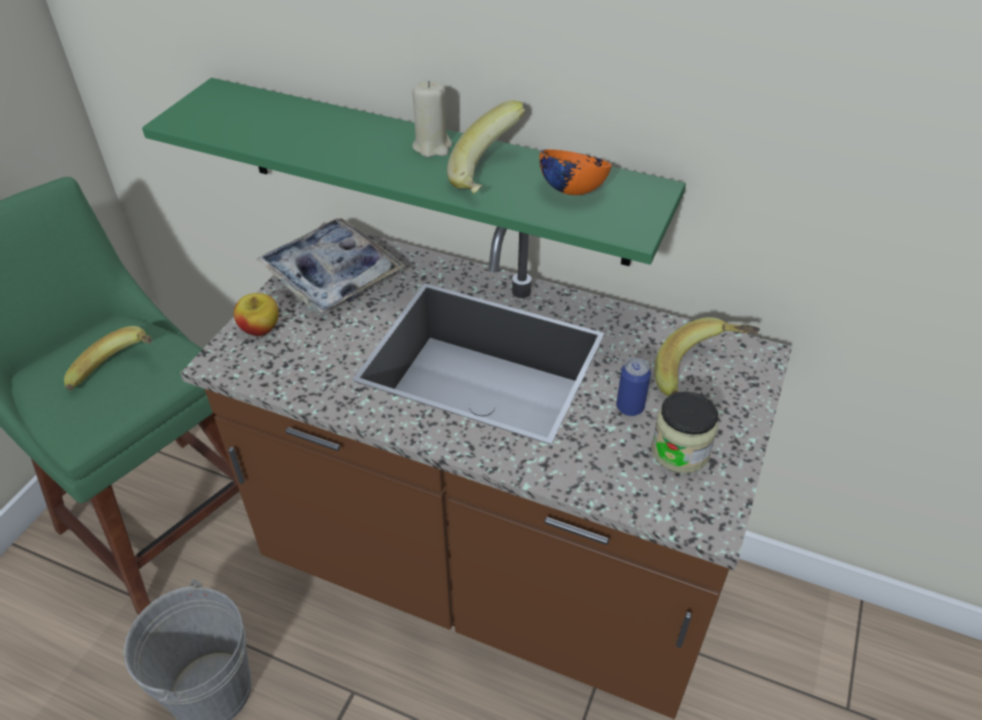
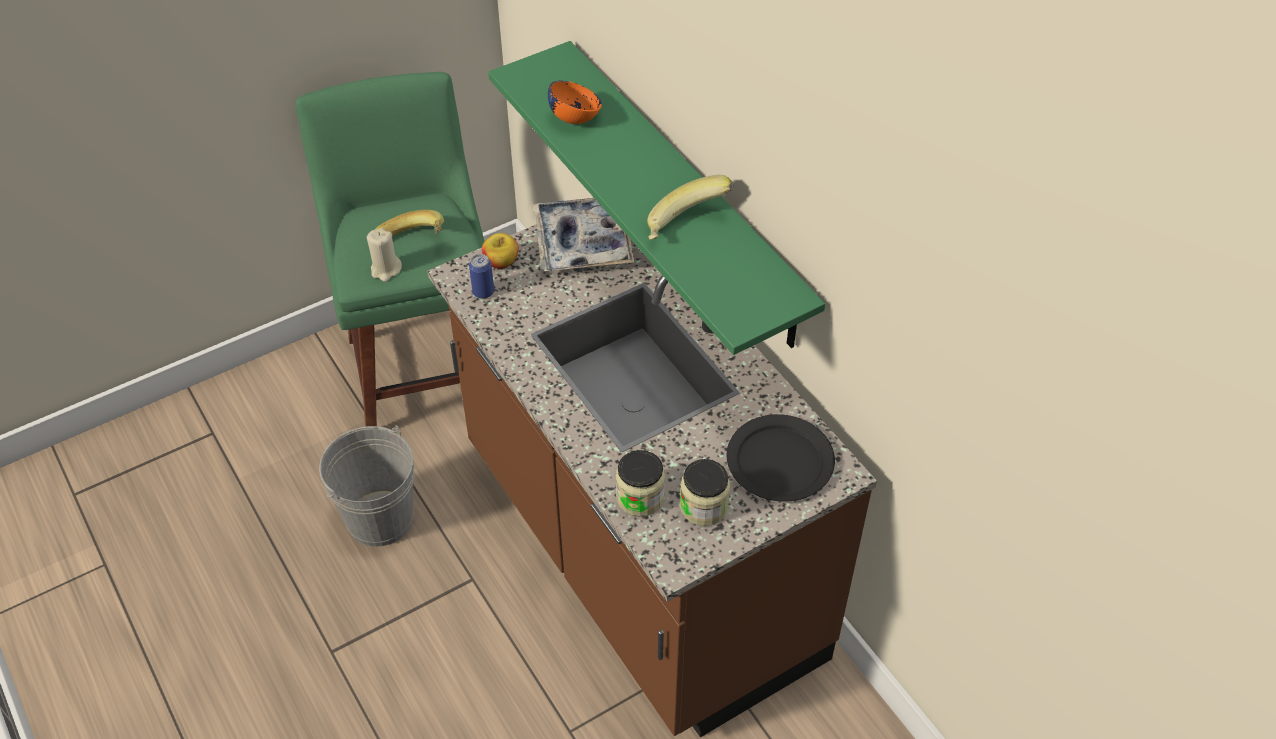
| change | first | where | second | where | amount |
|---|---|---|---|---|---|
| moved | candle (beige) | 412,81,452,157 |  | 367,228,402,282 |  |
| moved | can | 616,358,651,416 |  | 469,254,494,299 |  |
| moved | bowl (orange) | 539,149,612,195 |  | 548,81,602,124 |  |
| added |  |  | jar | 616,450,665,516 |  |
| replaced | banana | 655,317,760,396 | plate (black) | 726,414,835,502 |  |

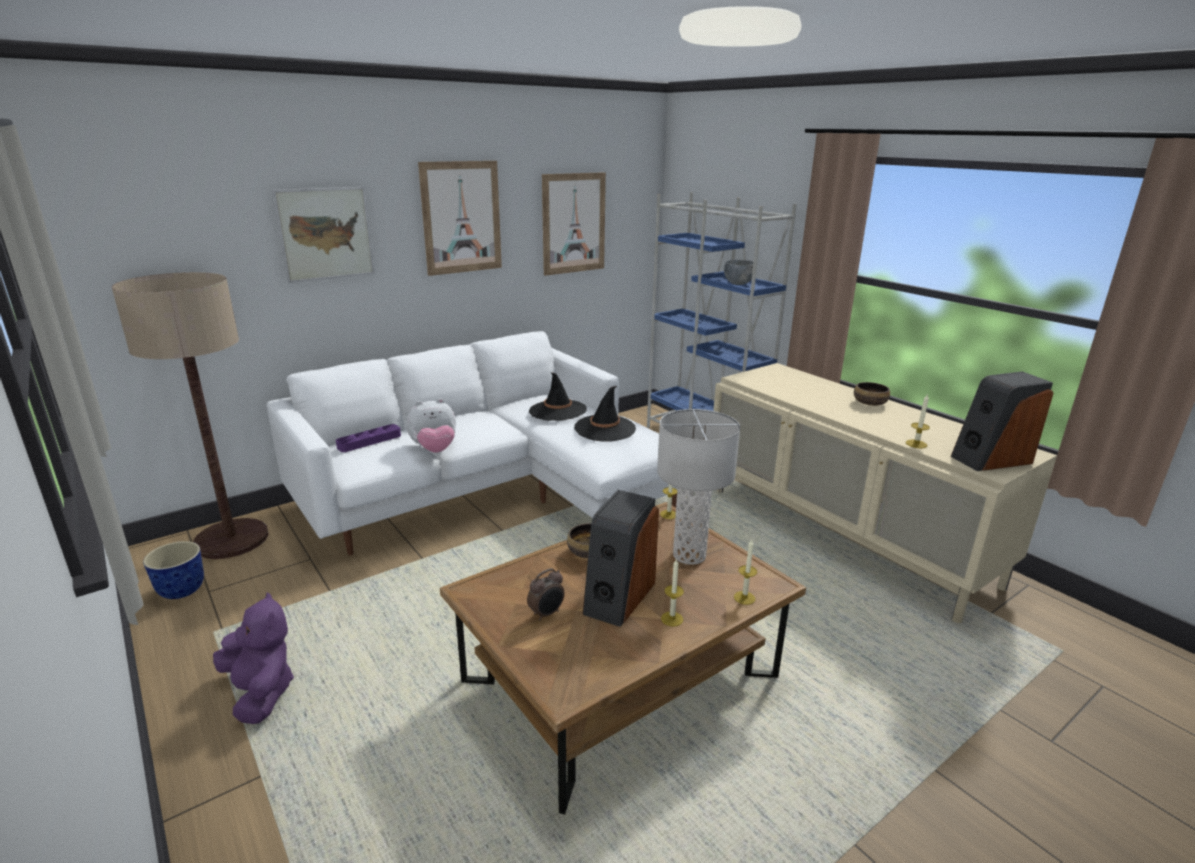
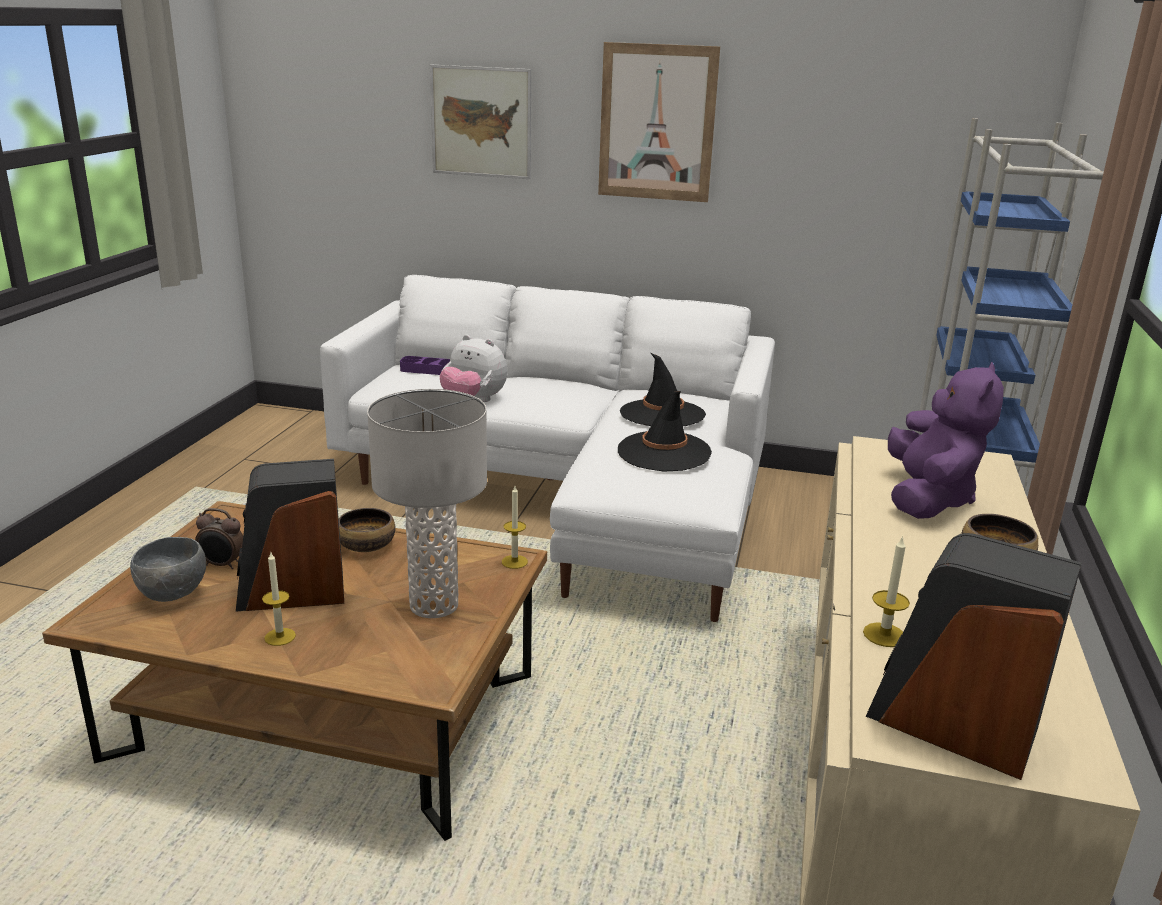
| change | first | where | second | where | amount |
|---|---|---|---|---|---|
| moved | bowl (grey) | 724,260,753,285 |  | 130,537,206,602 |  |
| moved | plush toy (purple) | 213,592,294,724 |  | 888,362,1004,519 |  |
| removed | floor lamp | 112,272,268,559 |  |  |  |
| removed | planter | 143,541,204,599 |  |  |  |
| removed | picture | 542,172,606,276 |  |  |  |
| removed | candle | 734,540,757,605 |  |  |  |

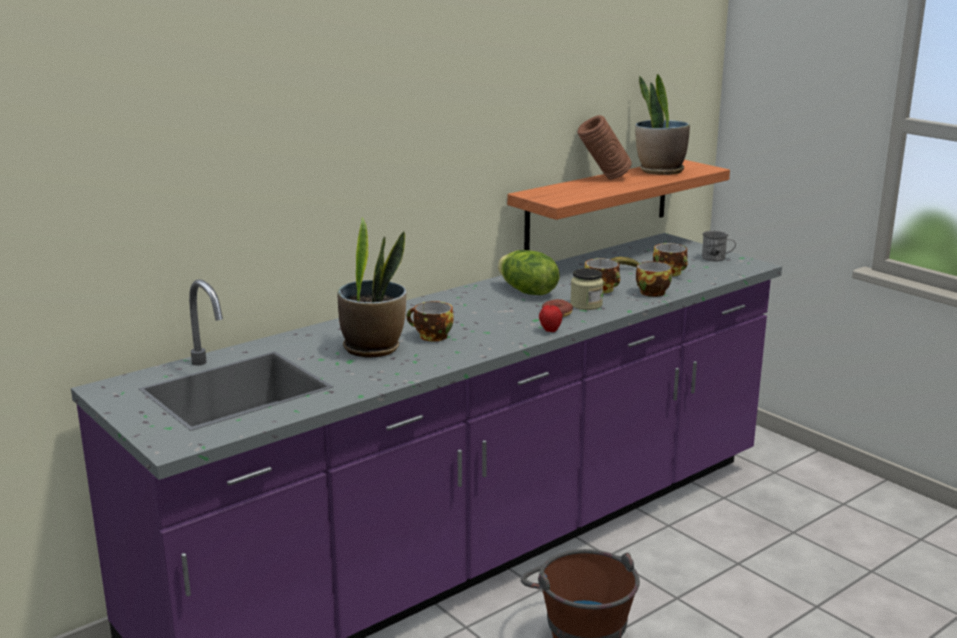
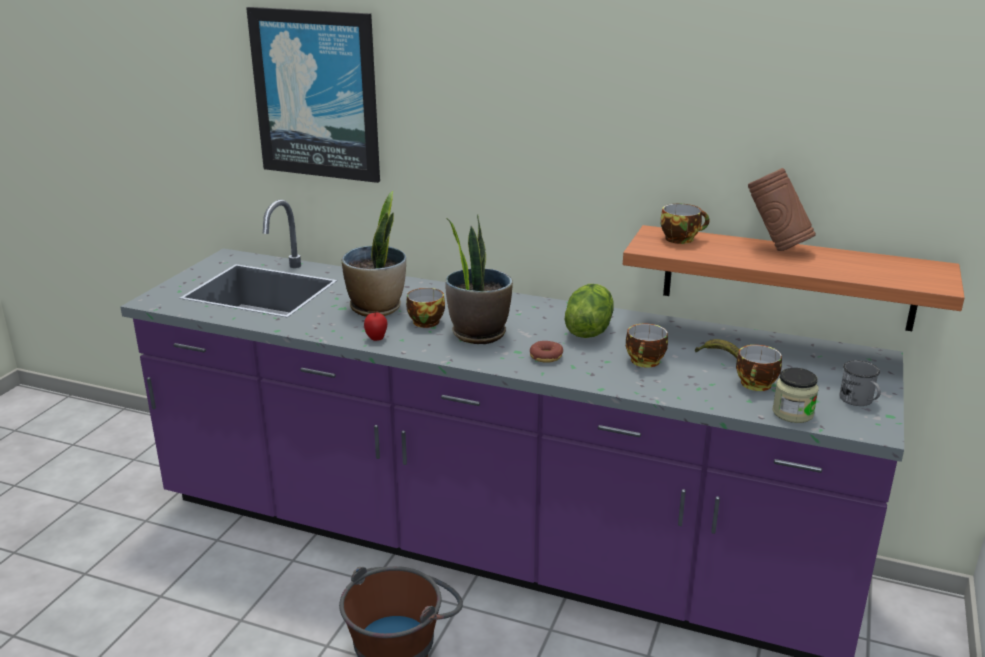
| change | first | where | second | where | amount |
|---|---|---|---|---|---|
| added |  |  | picture | 246,7,380,183 |  |
| moved | apple | 539,303,562,332 |  | 364,311,387,341 |  |
| moved | potted plant | 635,74,690,175 |  | 445,214,513,344 |  |
| moved | cup | 636,261,672,297 |  | 661,204,710,244 |  |
| moved | jar | 570,268,604,310 |  | 773,368,818,423 |  |

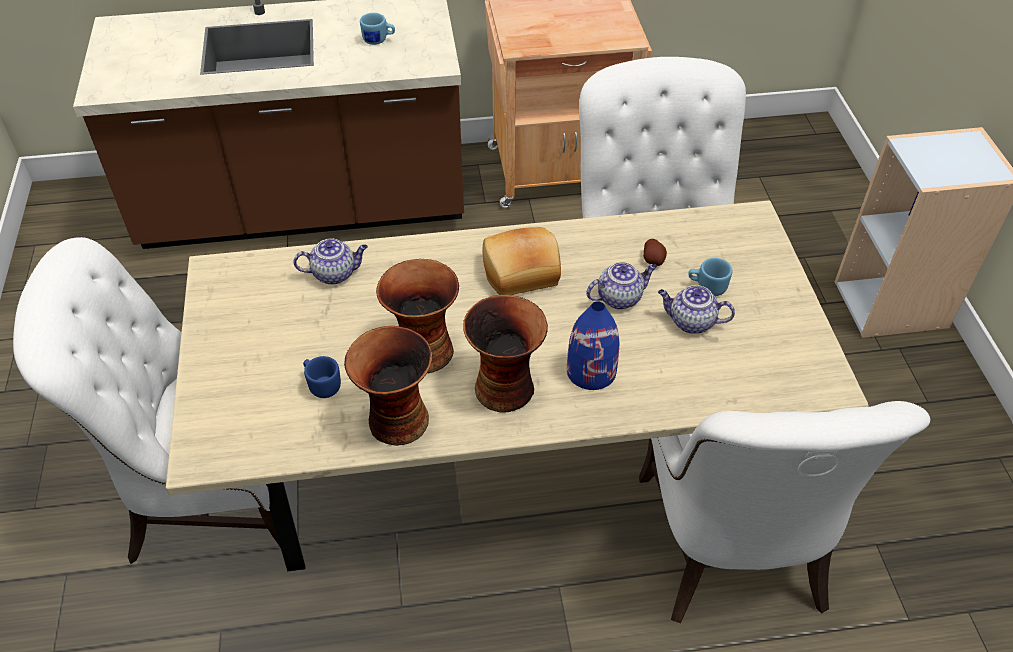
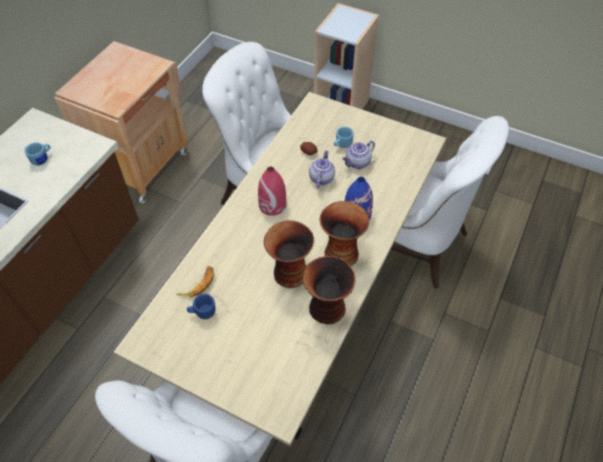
| change | first | where | second | where | amount |
|---|---|---|---|---|---|
| replaced | teapot | 293,238,368,285 | banana | 177,266,214,297 |  |
| moved | mug (blue) | 303,356,341,398 |  | 187,294,216,319 |  |
| replaced | bread | 483,227,561,295 | vase (red) | 258,167,286,216 |  |

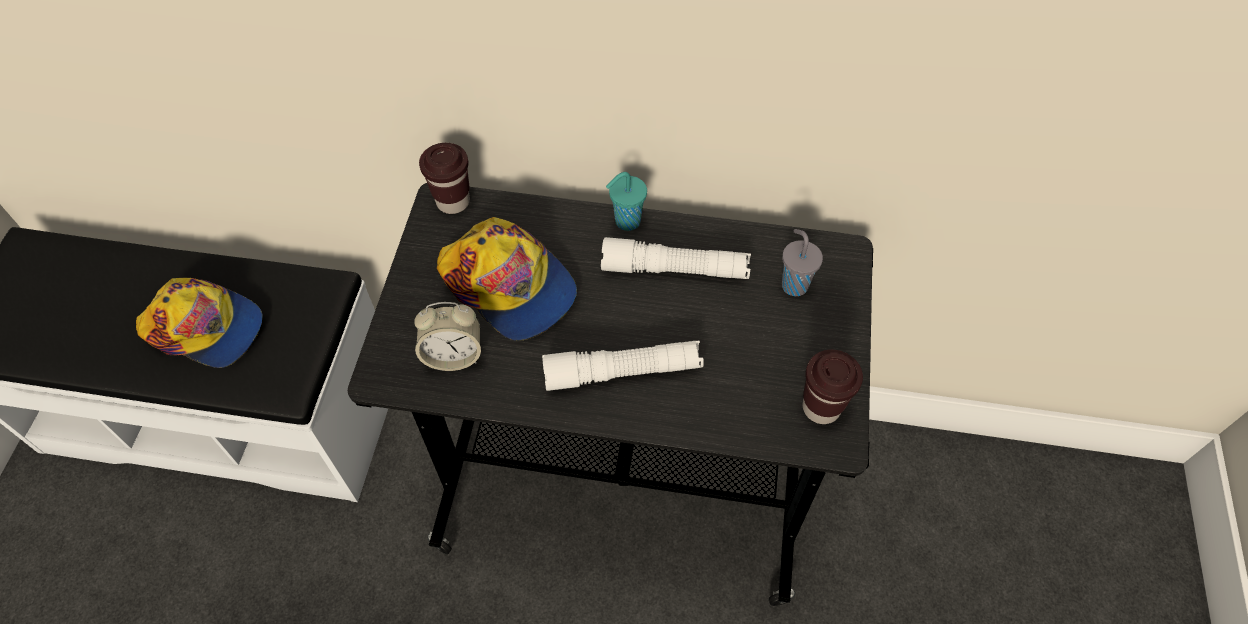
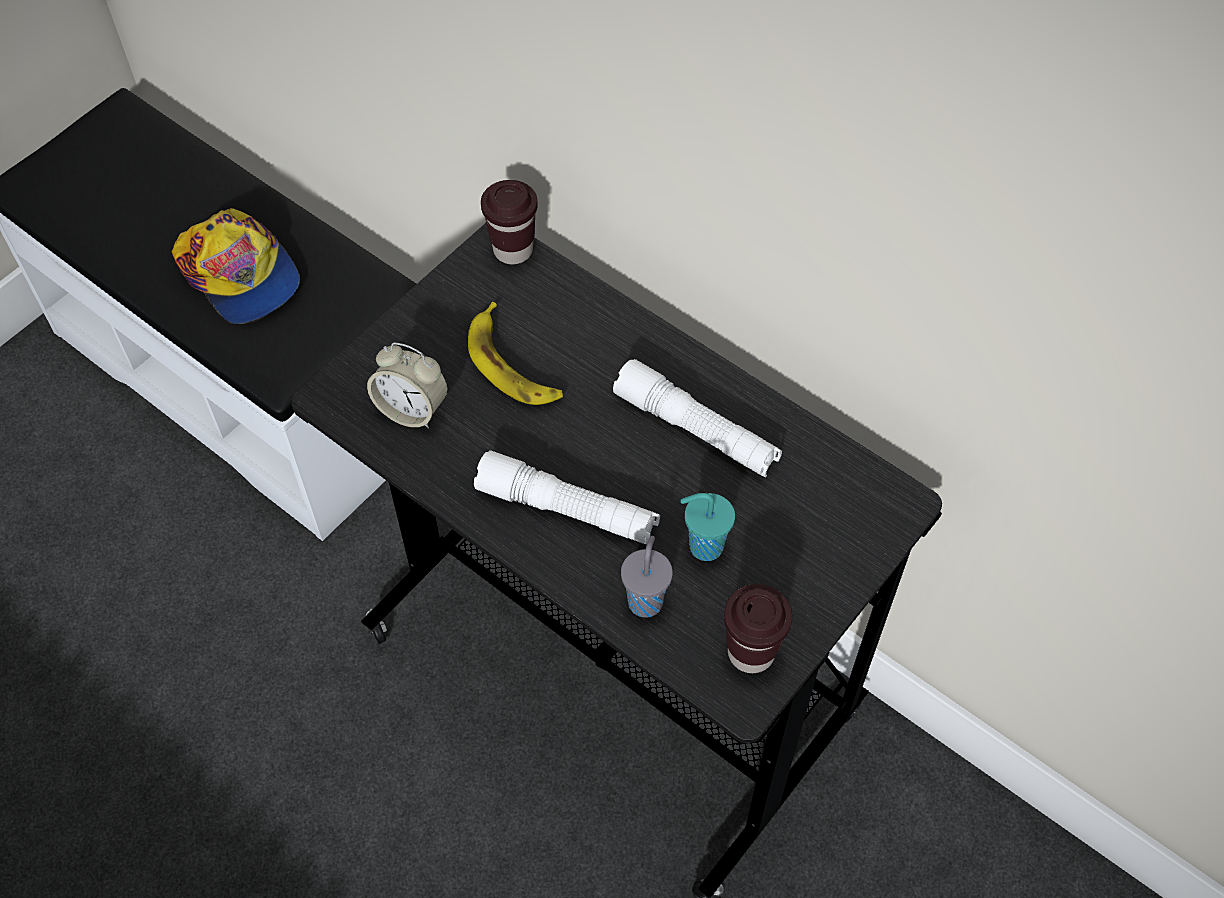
| change | first | where | second | where | amount |
|---|---|---|---|---|---|
| replaced | cap | 437,217,577,341 | banana | 468,302,563,405 |  |
| moved | cup (grey) | 782,229,823,296 |  | 621,536,673,618 |  |
| moved | cup (turquoise) | 606,172,647,231 |  | 680,493,735,561 |  |

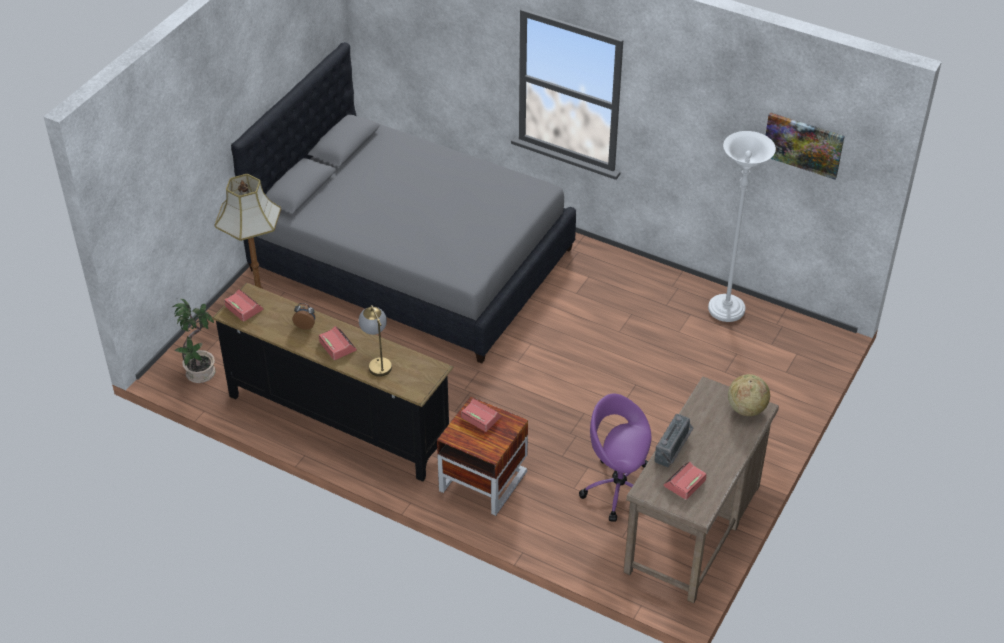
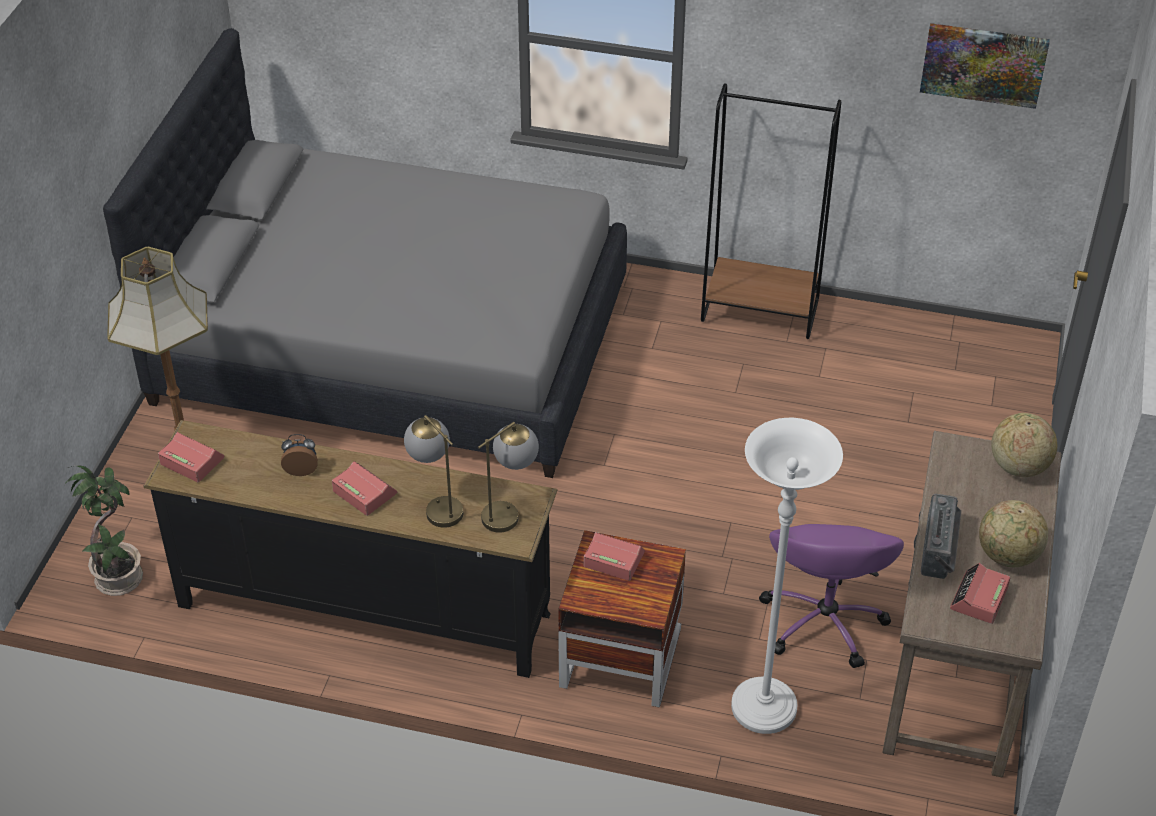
| change | first | where | second | where | amount |
|---|---|---|---|---|---|
| added |  |  | table lamp | 478,422,539,533 |  |
| added |  |  | clothes rack | 701,83,841,339 |  |
| moved | floor lamp (white) | 708,131,776,322 |  | 731,418,843,734 |  |
| turned | office chair (purple) | 579,394,651,522 |  | 759,524,904,668 | 90 degrees counterclockwise |
| added |  |  | globe | 979,500,1048,567 |  |

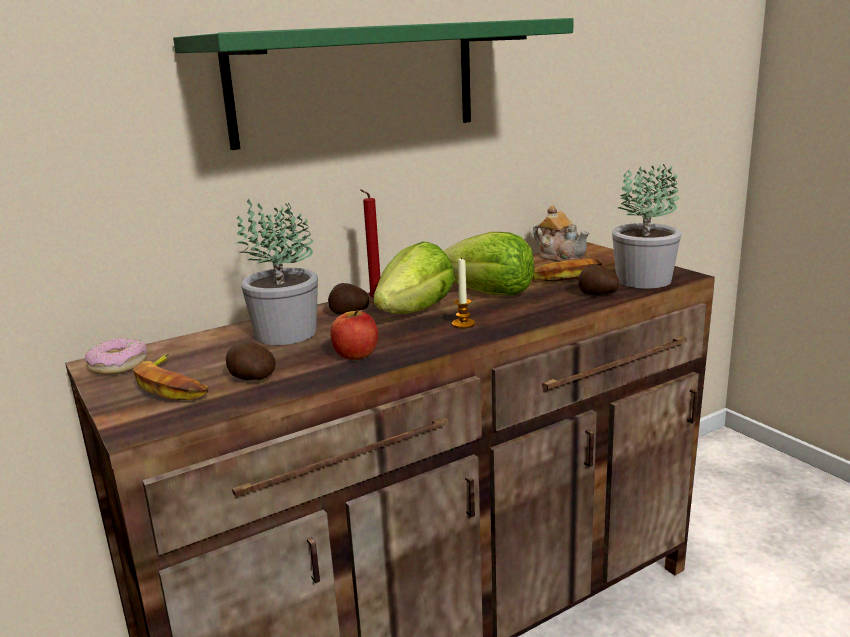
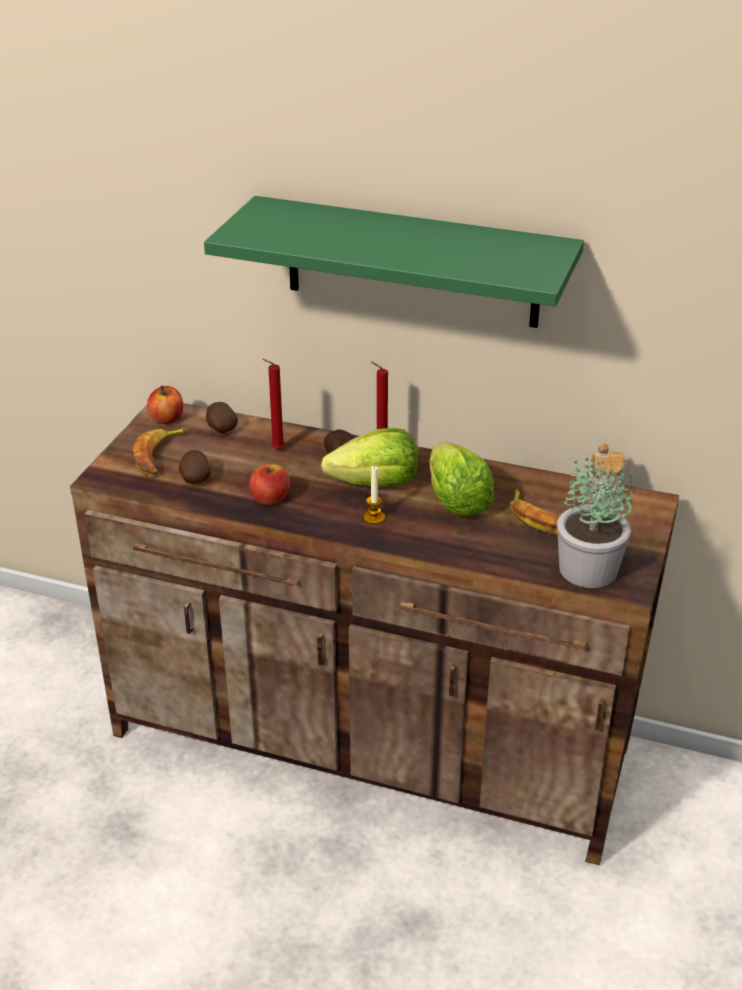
| change | first | where | second | where | amount |
|---|---|---|---|---|---|
| replaced | donut | 85,338,147,375 | apple | 147,386,183,424 |  |
| moved | potato | 578,264,620,295 |  | 206,402,238,433 |  |
| replaced | potted plant | 237,199,318,345 | candle (red) | 262,359,285,450 |  |

